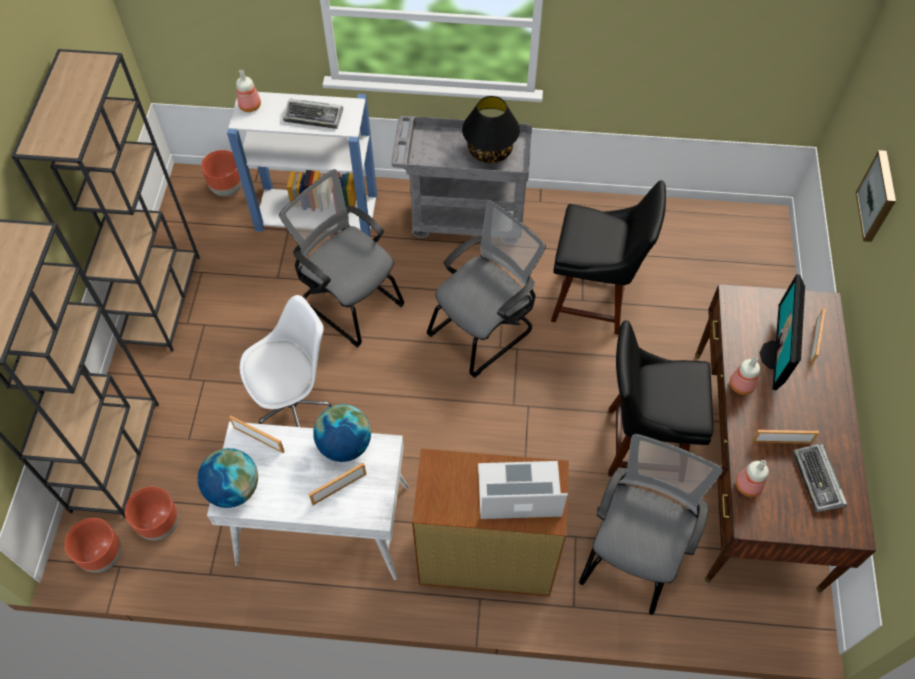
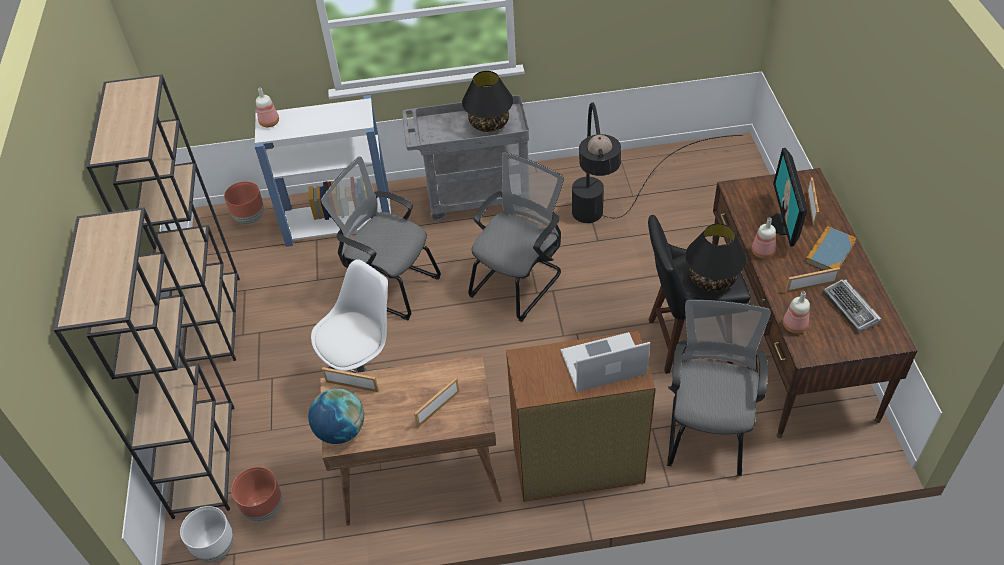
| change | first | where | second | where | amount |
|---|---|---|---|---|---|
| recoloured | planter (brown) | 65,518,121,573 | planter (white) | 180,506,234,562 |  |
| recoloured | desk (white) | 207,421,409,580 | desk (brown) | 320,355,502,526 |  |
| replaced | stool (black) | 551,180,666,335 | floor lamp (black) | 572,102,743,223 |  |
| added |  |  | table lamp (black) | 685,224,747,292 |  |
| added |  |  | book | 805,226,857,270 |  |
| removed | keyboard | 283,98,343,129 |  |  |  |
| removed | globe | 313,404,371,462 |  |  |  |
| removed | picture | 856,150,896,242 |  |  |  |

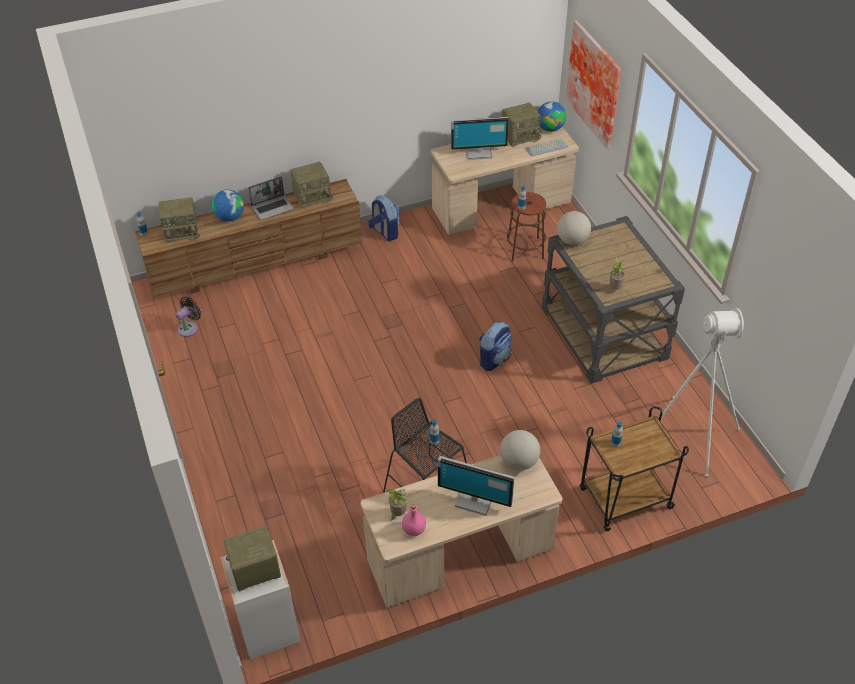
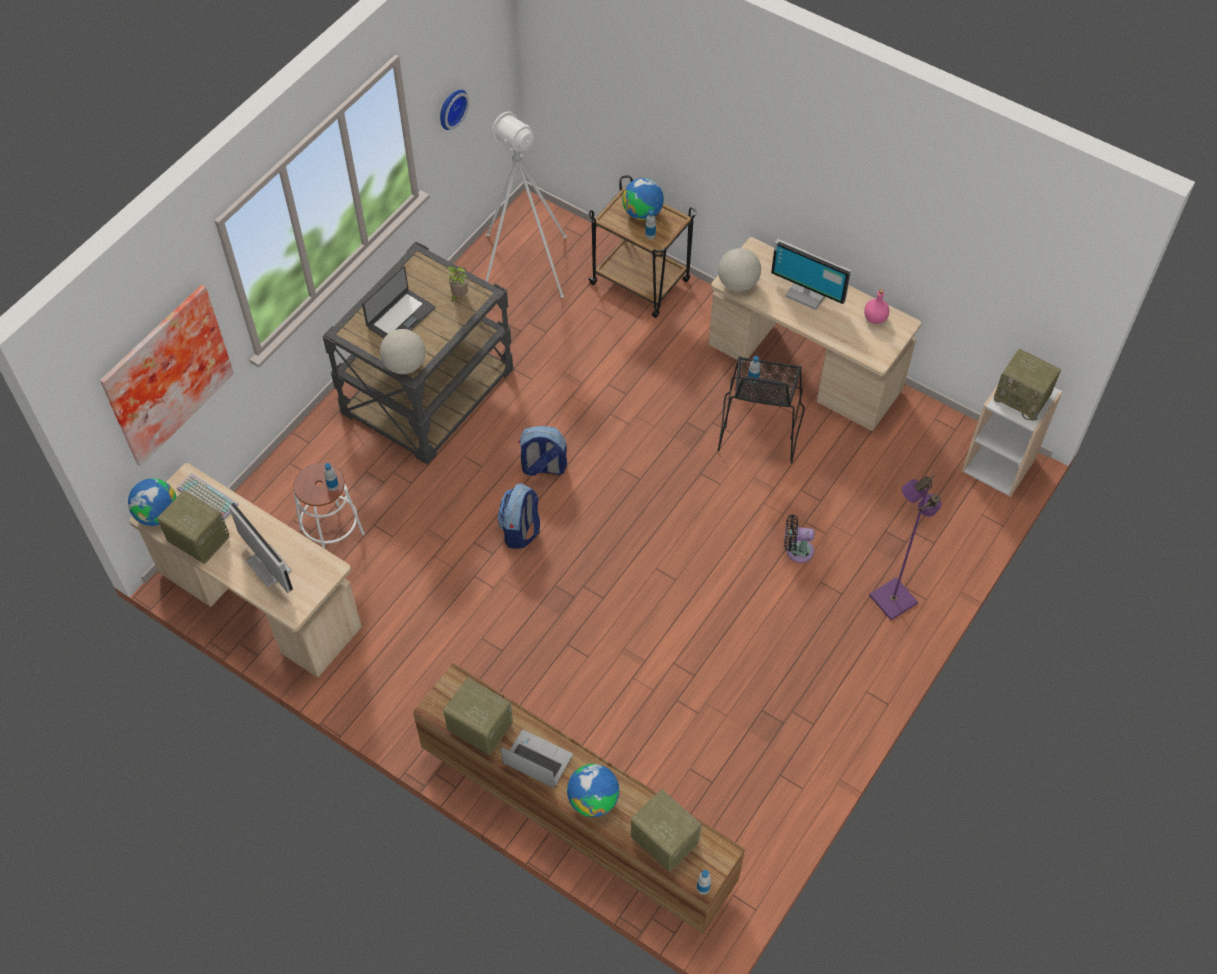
| change | first | where | second | where | amount |
|---|---|---|---|---|---|
| recoloured | stool (brown) | 507,192,546,262 | stool (white) | 293,463,365,549 |  |
| added |  |  | laptop | 362,266,435,338 |  |
| added |  |  | wall clock | 440,90,469,130 |  |
| moved | backpack | 368,195,399,241 |  | 497,483,540,549 |  |
| added |  |  | globe | 622,178,664,220 |  |
| turned | monitor | 438,456,515,516 |  | 771,239,851,310 | 135 degrees clockwise |
| moved | fan (black) | 176,296,201,337 |  | 784,514,814,563 |  |
| added |  |  | floor lamp (purple) | 869,473,941,620 |  |
| removed | potted plant | 387,489,407,520 |  |  |  |

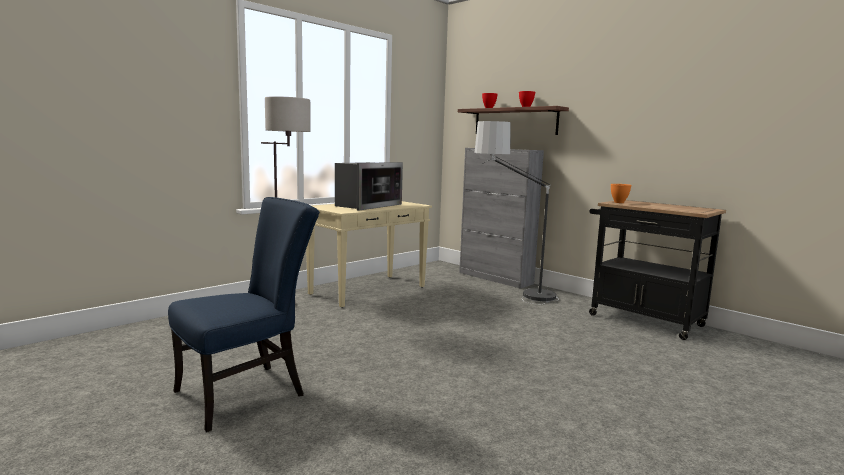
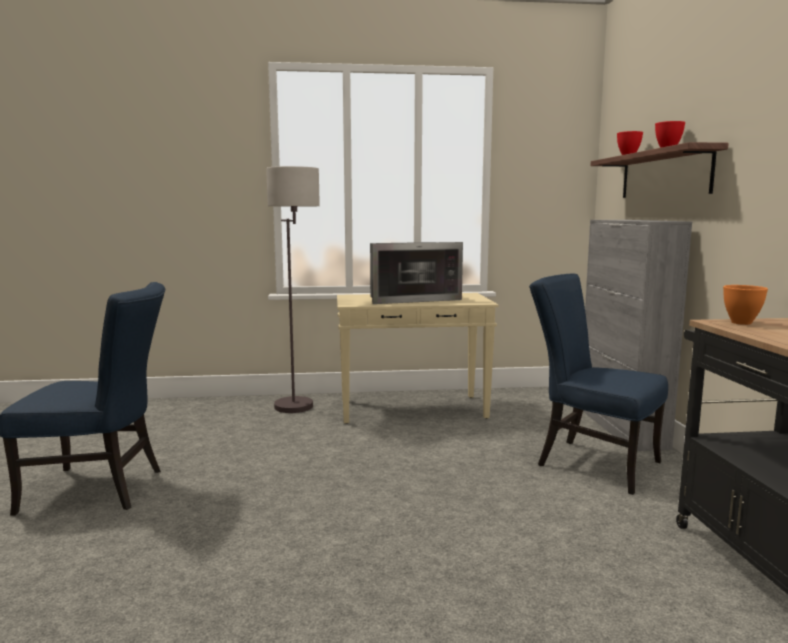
| change | first | where | second | where | amount |
|---|---|---|---|---|---|
| replaced | floor lamp | 475,121,559,305 | chair (blue) | 529,273,668,495 |  |

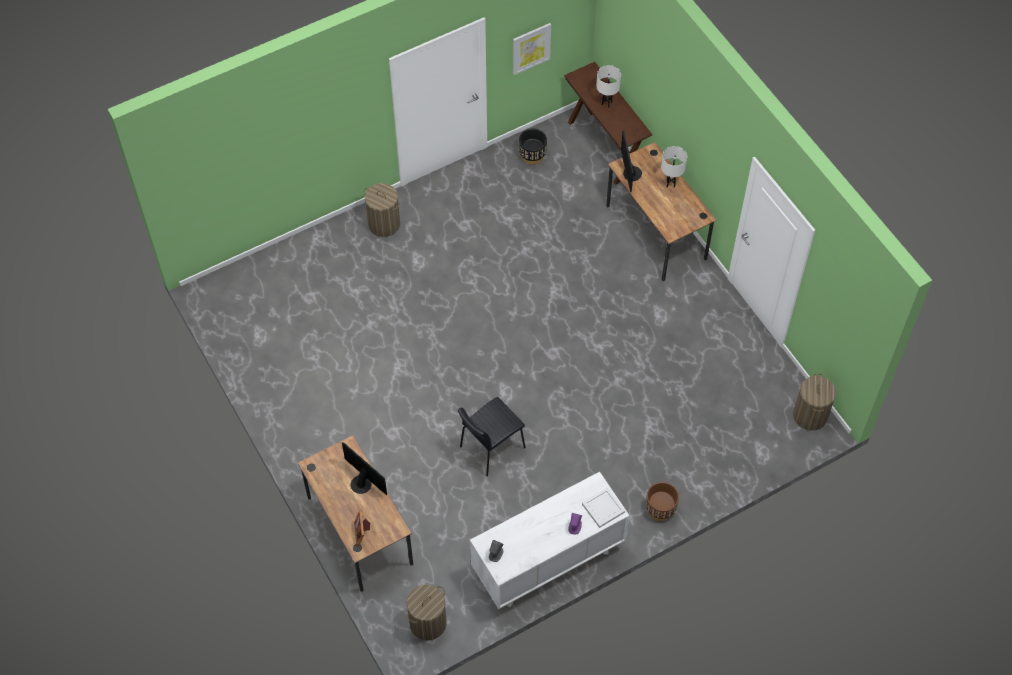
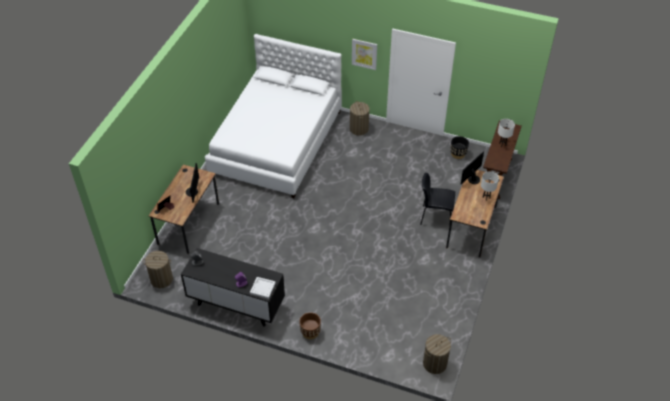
| change | first | where | second | where | amount |
|---|---|---|---|---|---|
| recoloured | dresser (white) | 470,472,629,609 | dresser (black) | 181,248,285,326 |  |
| added |  |  | bed (white) | 205,34,342,198 |  |
| moved | picture | 513,23,551,75 |  | 352,39,377,70 |  |
| moved | chair (black) | 458,397,526,476 |  | 420,173,455,225 |  |

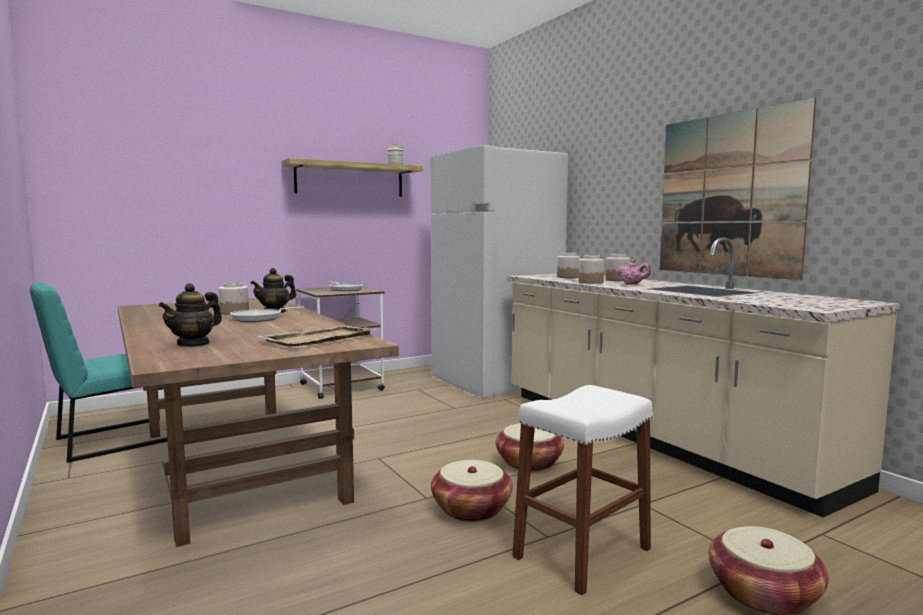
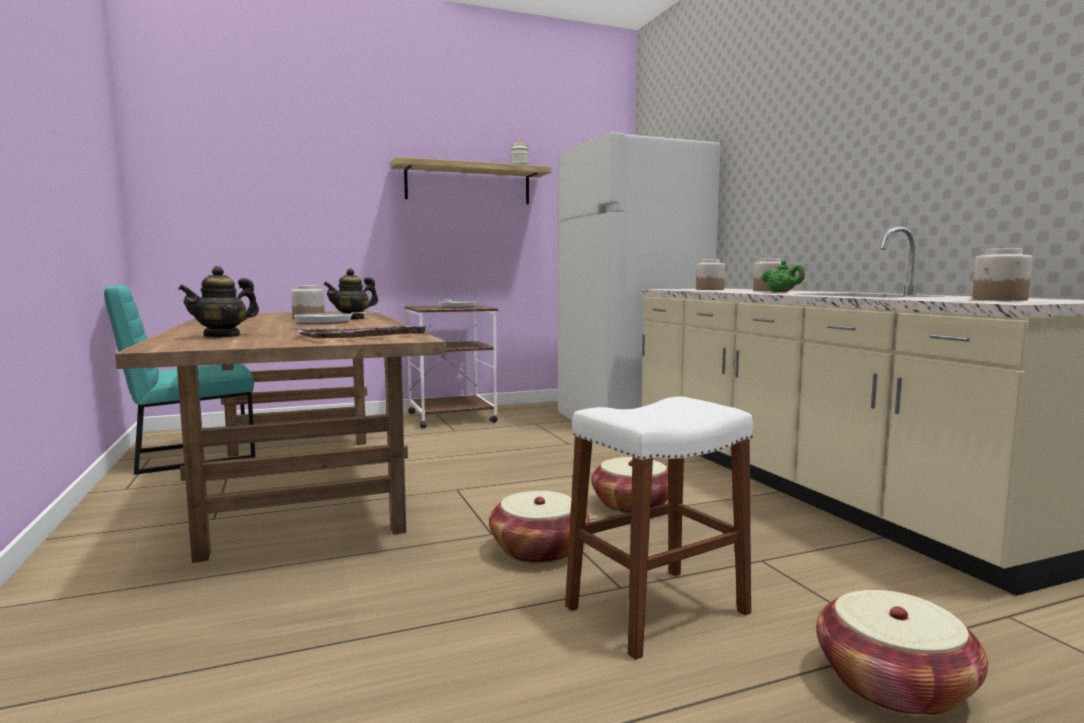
| change | first | where | second | where | amount |
|---|---|---|---|---|---|
| recoloured | tray (beige) | 256,325,378,347 | tray (purple) | 292,326,432,338 |  |
| recoloured | teapot (pink) | 616,259,651,284 | teapot (green) | 762,260,805,292 |  |
| moved | jar | 578,255,604,284 |  | 972,248,1032,301 |  |
| removed | picture | 660,98,816,280 |  |  |  |

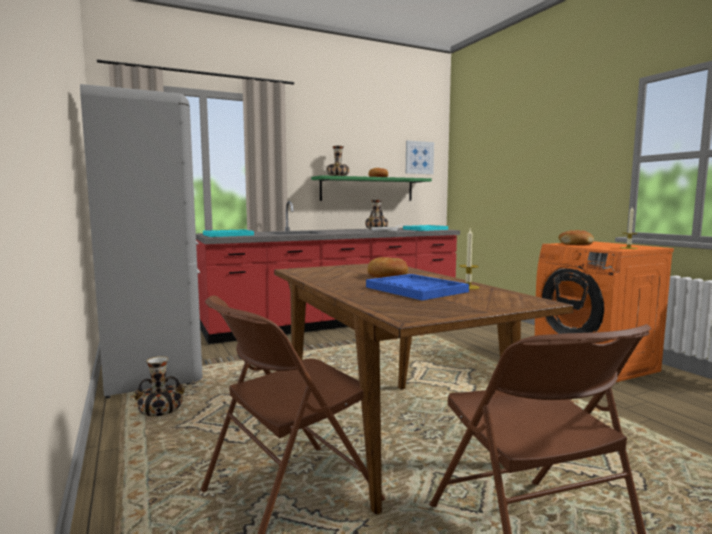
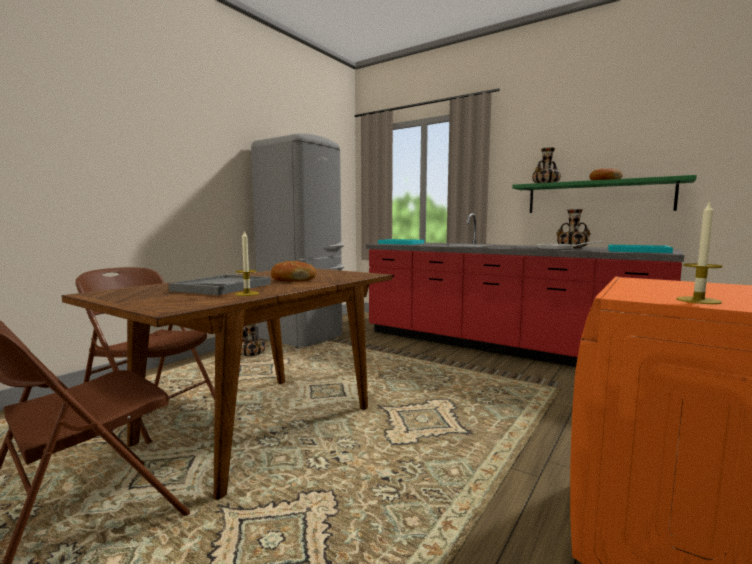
| change | first | where | second | where | amount |
|---|---|---|---|---|---|
| recoloured | tray (blue) | 366,274,469,300 | tray (grey) | 169,274,271,295 |  |
| removed | picture | 406,140,434,174 |  |  |  |
| removed | bread | 559,230,594,245 |  |  |  |

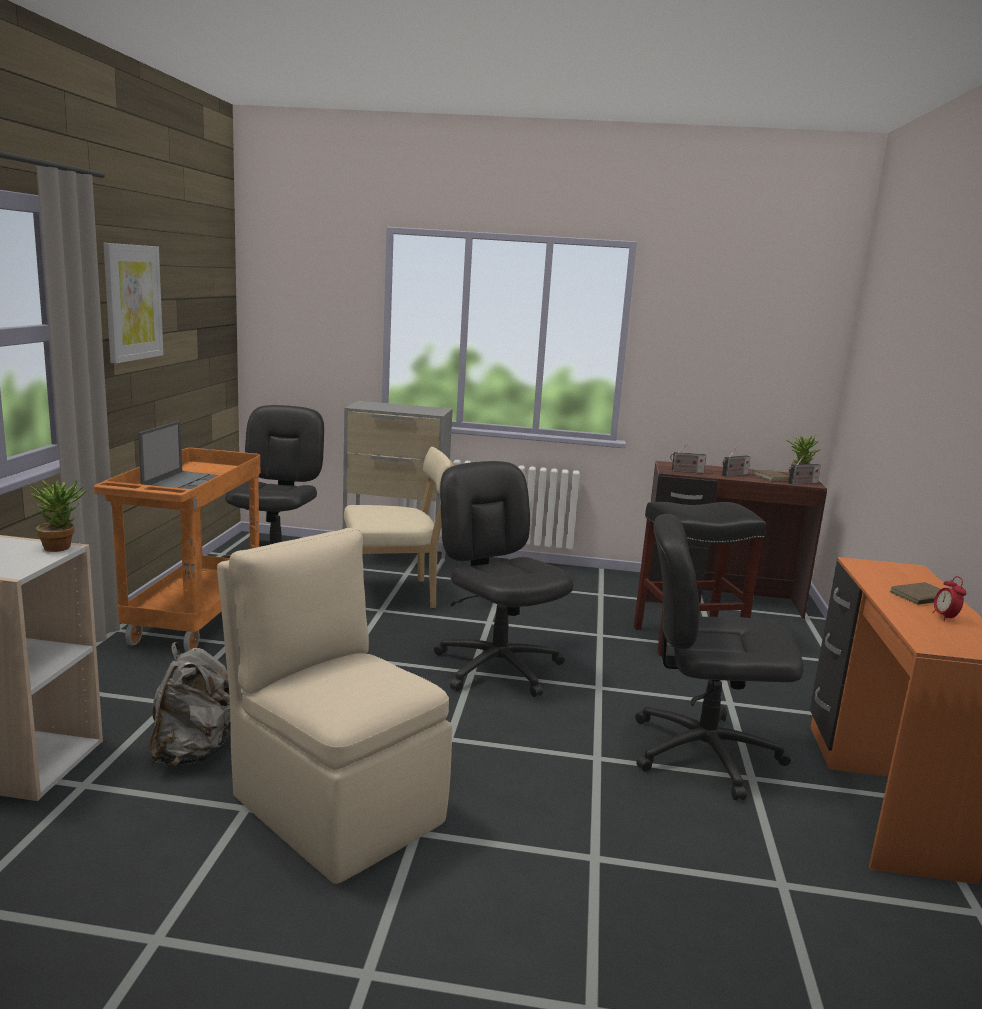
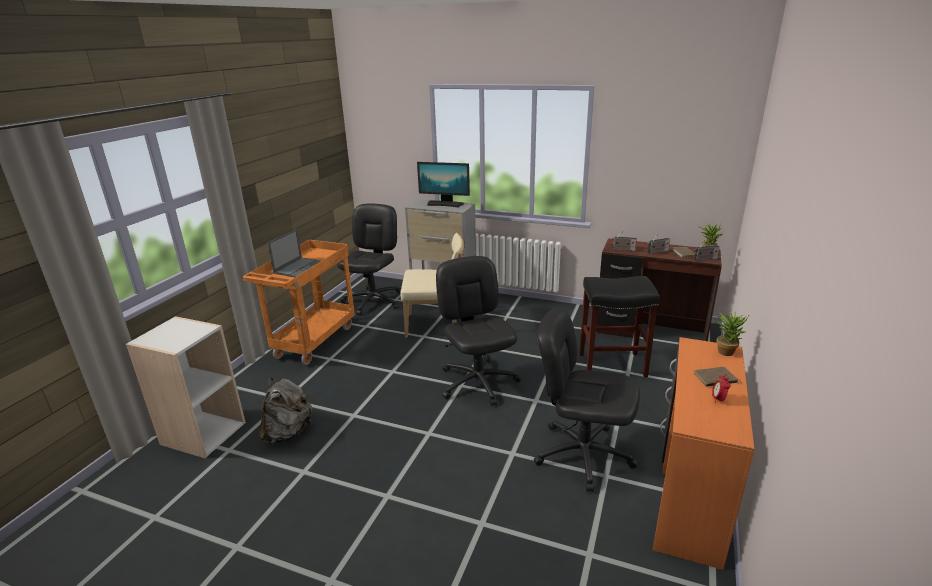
| change | first | where | second | where | amount |
|---|---|---|---|---|---|
| added |  |  | monitor | 417,162,470,207 |  |
| moved | potted plant | 25,480,88,552 |  | 714,312,749,356 |  |
| removed | picture | 103,243,163,364 |  |  |  |
| removed | chair (beige) | 217,528,452,884 |  |  |  |

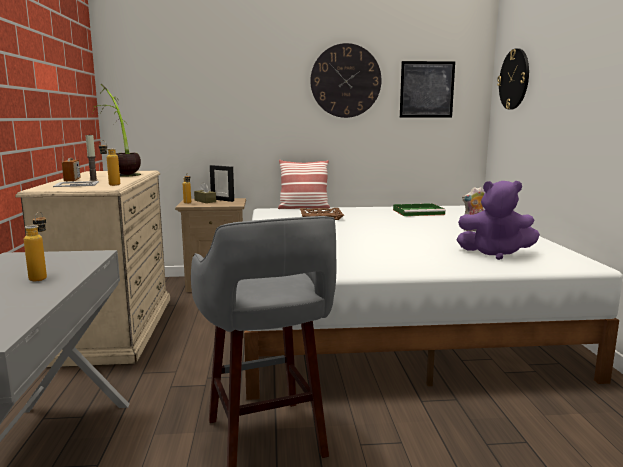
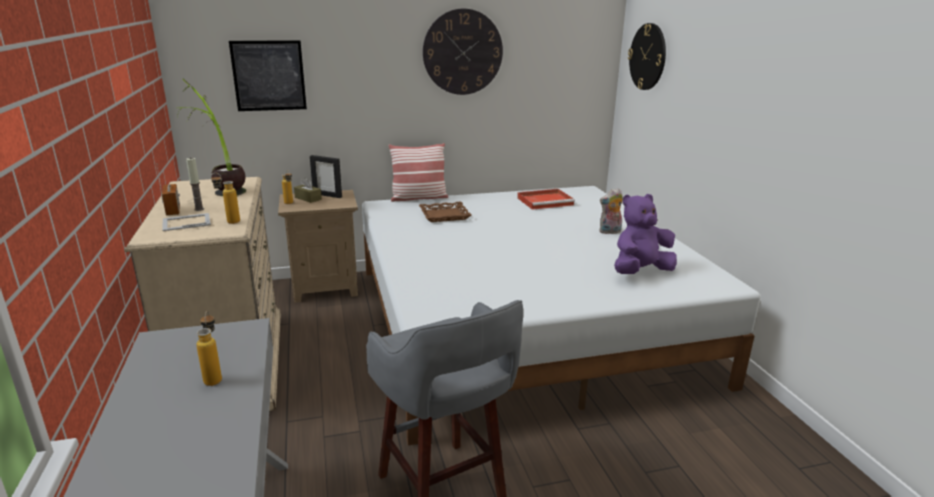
| change | first | where | second | where | amount |
|---|---|---|---|---|---|
| moved | picture | 400,61,455,117 |  | 229,40,307,111 |  |
| recoloured | tray (green) | 393,203,446,216 | tray (red) | 517,189,575,210 |  |
| turned | plush toy (purple) | 457,181,540,260 |  | 614,194,677,274 | 150 degrees clockwise |

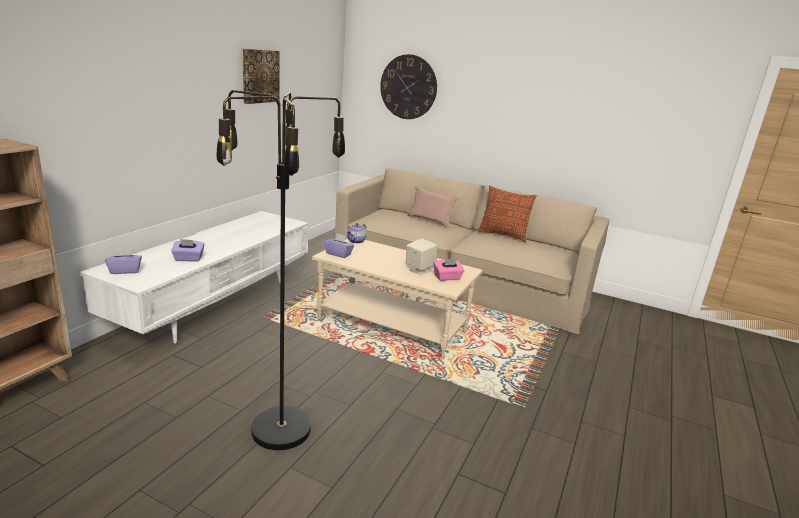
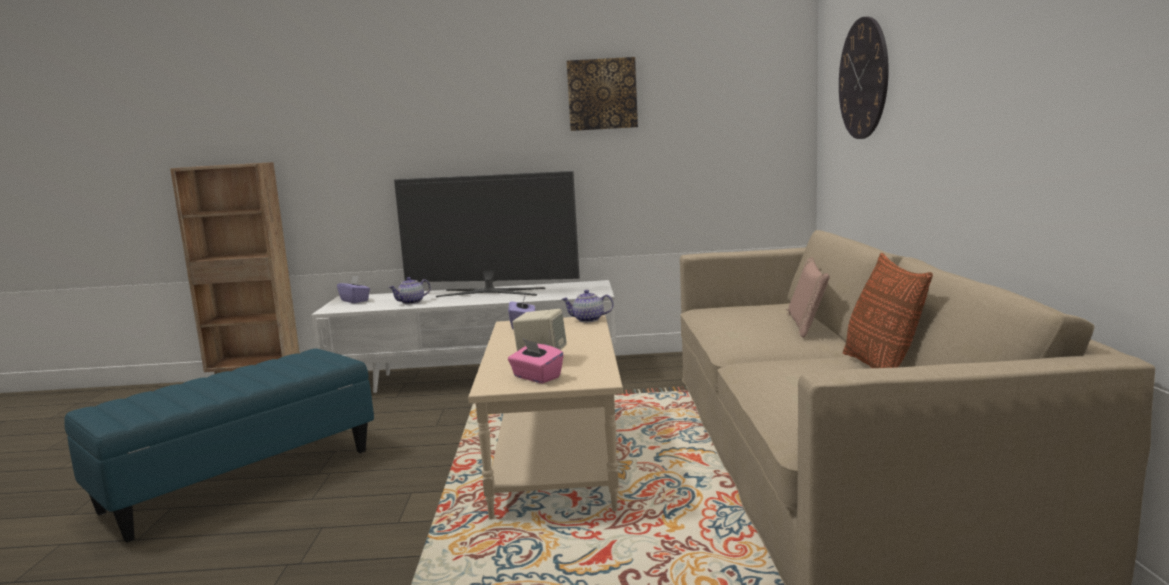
| change | first | where | second | where | amount |
|---|---|---|---|---|---|
| replaced | floor lamp | 216,90,345,450 | ottoman (blue) | 64,348,374,543 |  |
| replaced | tissue box (purple) | 171,239,205,262 | teapot | 389,277,431,304 |  |
| added |  |  | television | 394,171,580,297 |  |

